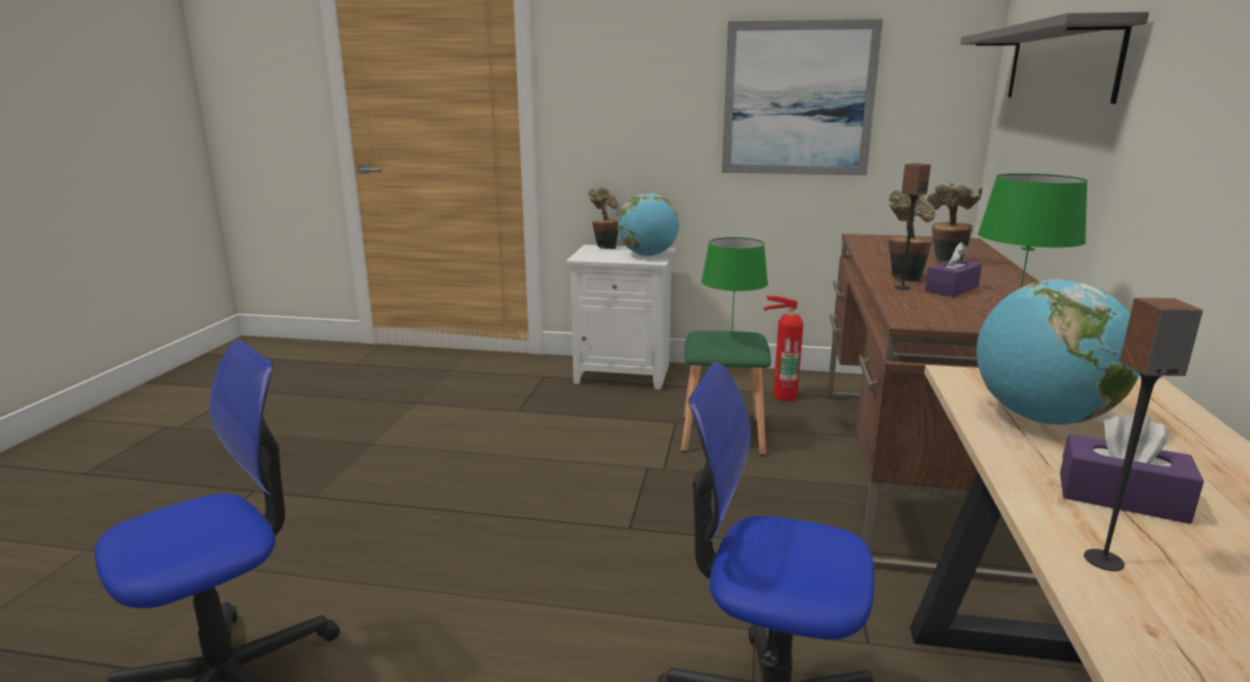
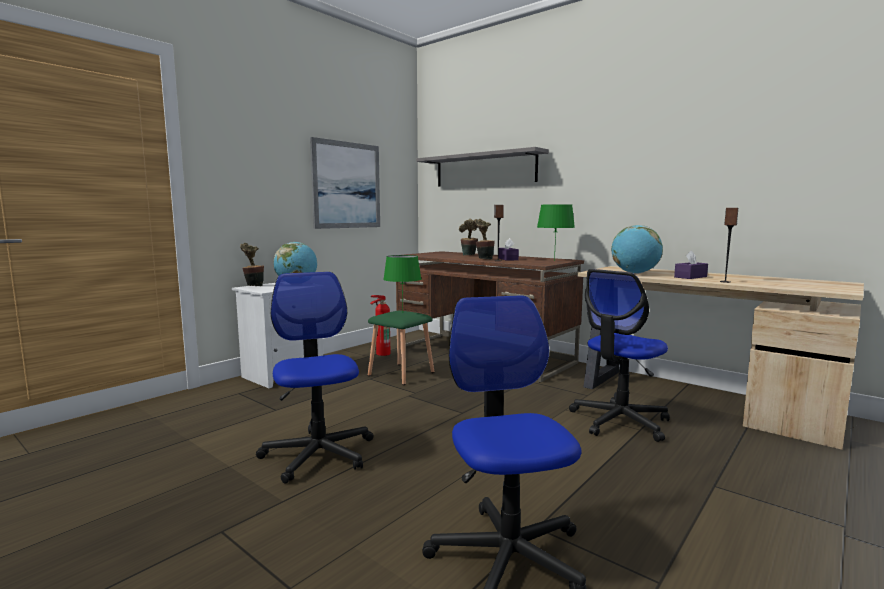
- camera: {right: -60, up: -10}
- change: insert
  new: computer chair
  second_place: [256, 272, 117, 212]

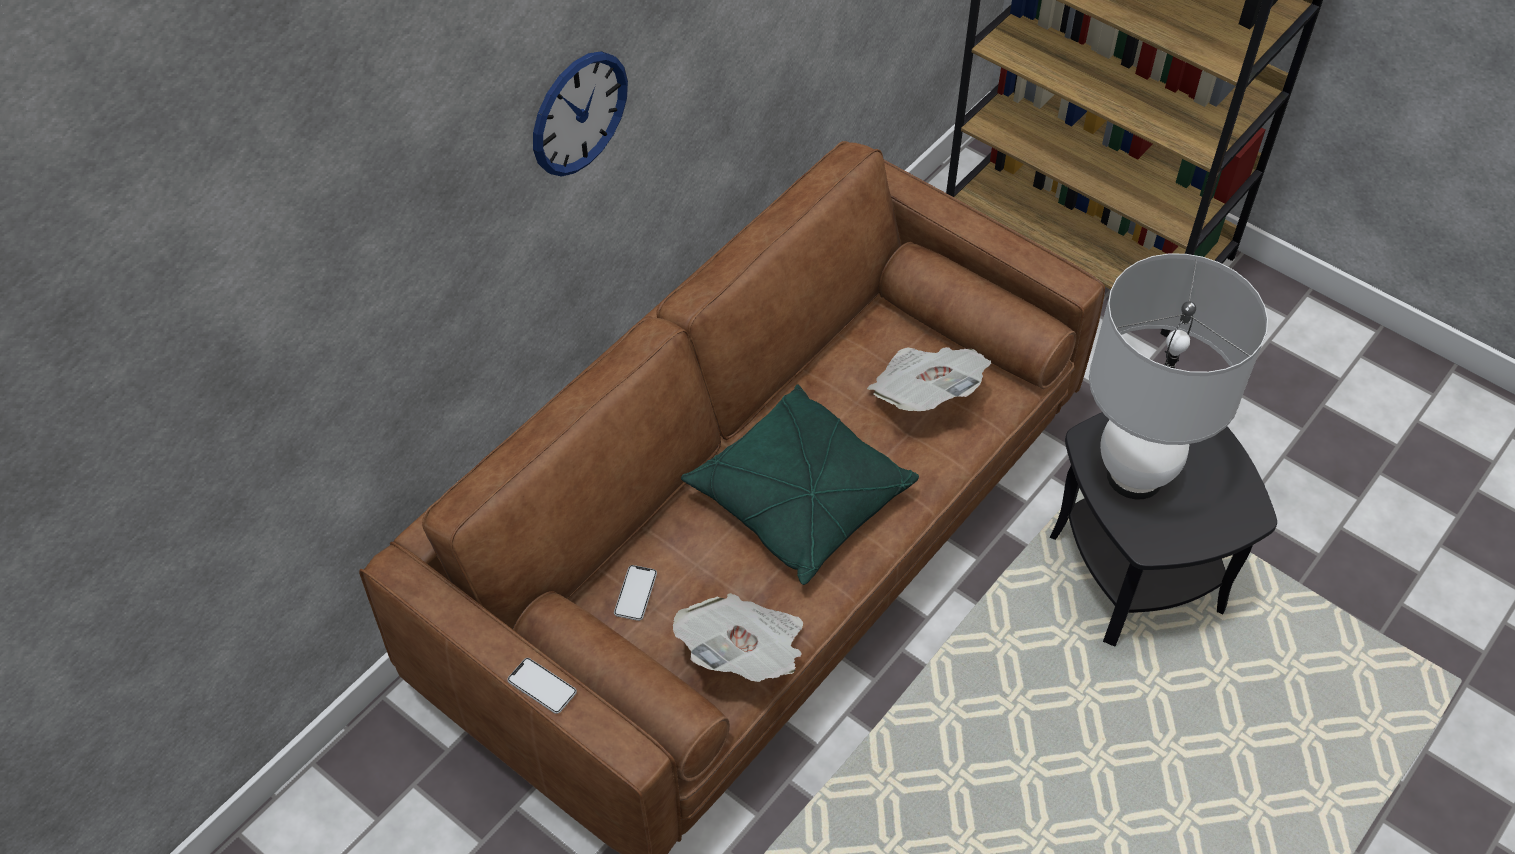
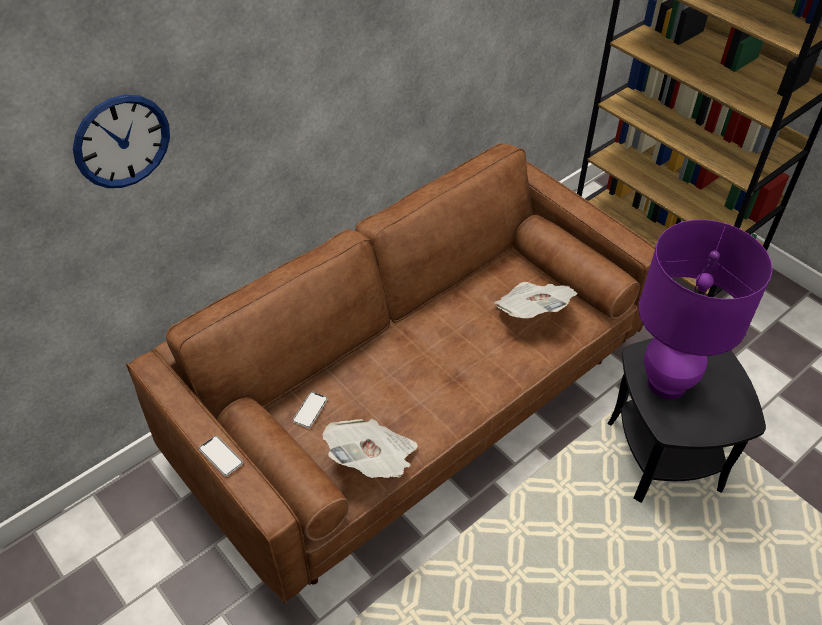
- camera: {right: 10, up: -5}
- change: move
  old: clock on the wall
  first_place: [533, 51, 95, 126]
  second_place: [73, 95, 97, 93]
- change: recolor
  old: white lamp for a table
  new: purple-coloured lamp for a table
  first_place: [1089, 254, 179, 246]
  second_place: [639, 220, 133, 179]
- change: delete
  old: green-coloured cushion
  first_place: [681, 384, 238, 201]

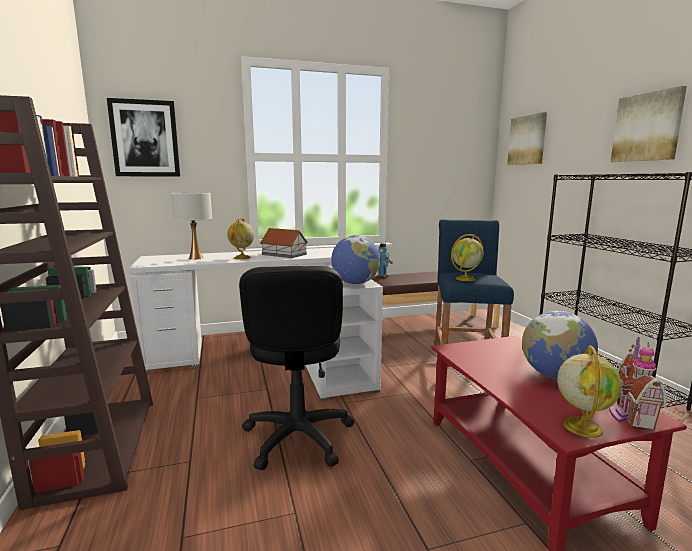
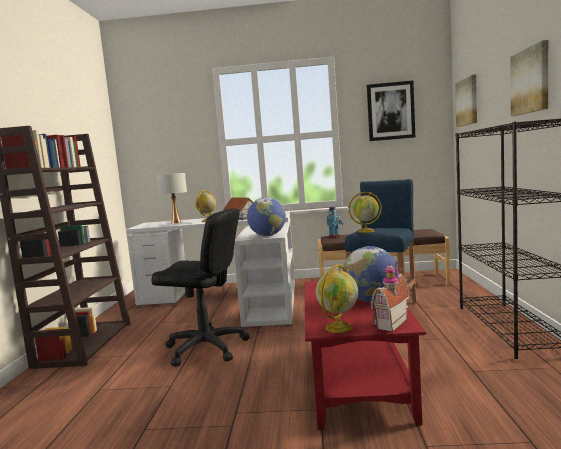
- camera: {right: 20, up: -5}
- change: rotate
  old: black-coloured computer chair
  first_place: [239, 266, 115, 204]
  second_place: [151, 208, 99, 159]
  degrees: -90
- change: move
  old: picture
  first_place: [107, 98, 73, 78]
  second_place: [367, 81, 48, 60]

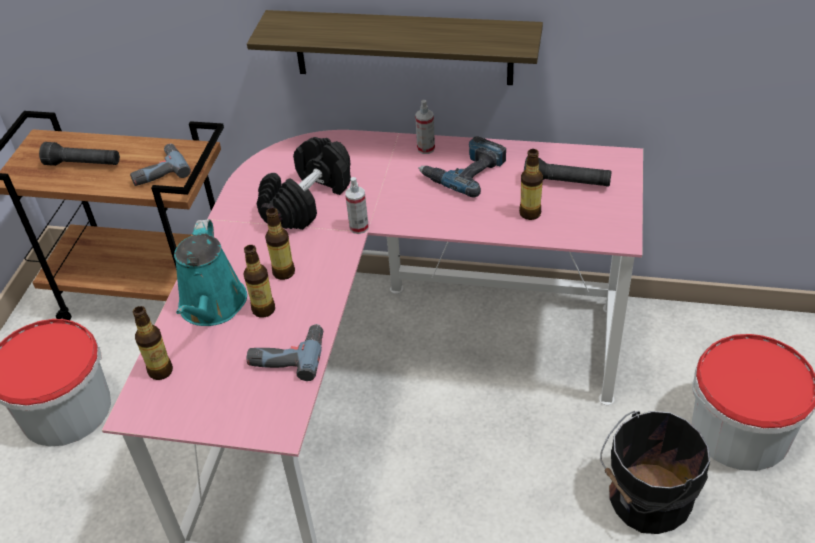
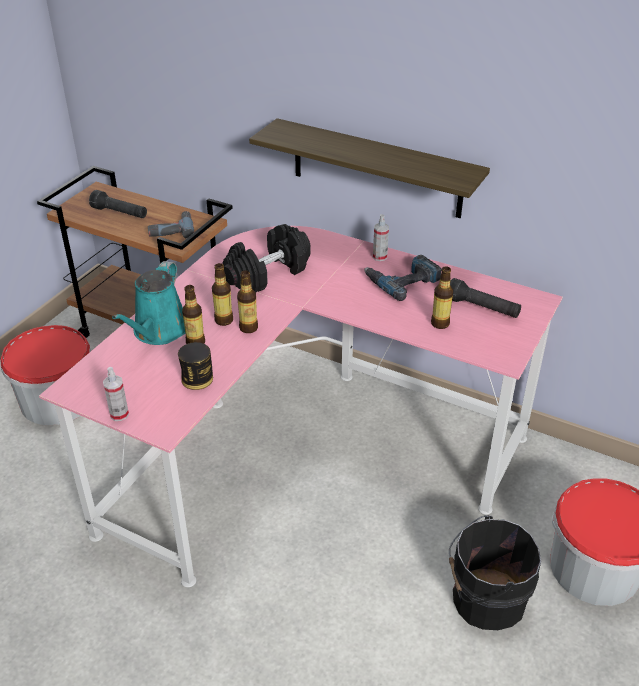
- camera: {right: 15, up: -5}
- change: move
  old: spray bottle
  first_place: [345, 177, 24, 57]
  second_place: [103, 367, 26, 54]
- change: replace
  old: power drill
  new: can
  first_place: [247, 324, 76, 57]
  second_place: [178, 342, 35, 48]
- change: move
  old: beverage bottle
  first_place: [133, 306, 40, 74]
  second_place: [237, 270, 21, 63]

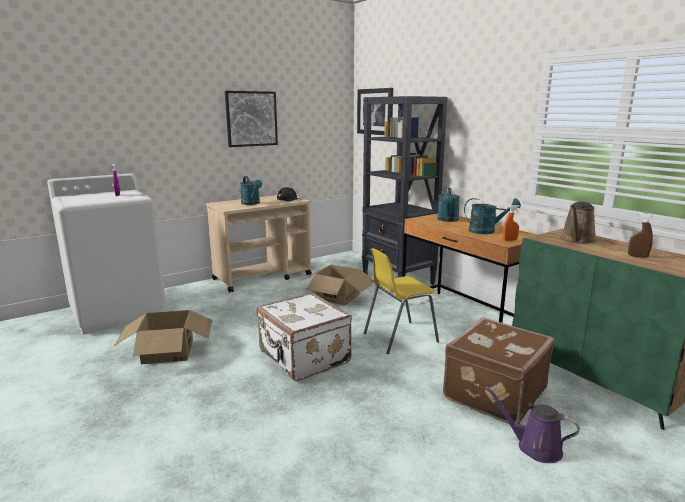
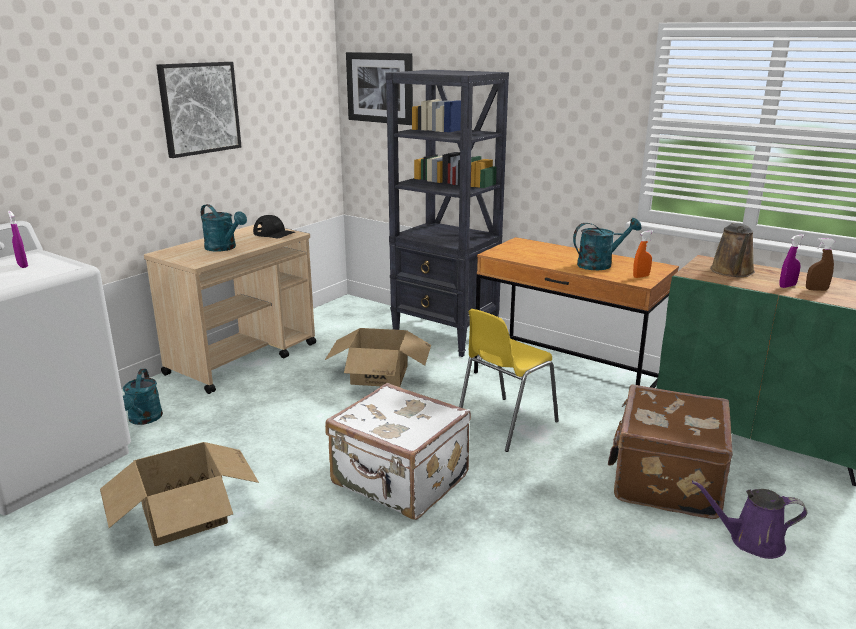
- camera: {right: -20, up: 5}
- change: move
  old: blue-green sprinkling can
  first_place: [437, 188, 23, 34]
  second_place: [123, 369, 40, 56]
- change: insert
  new: purple-coloured spray bottle
  second_place: [779, 235, 25, 53]

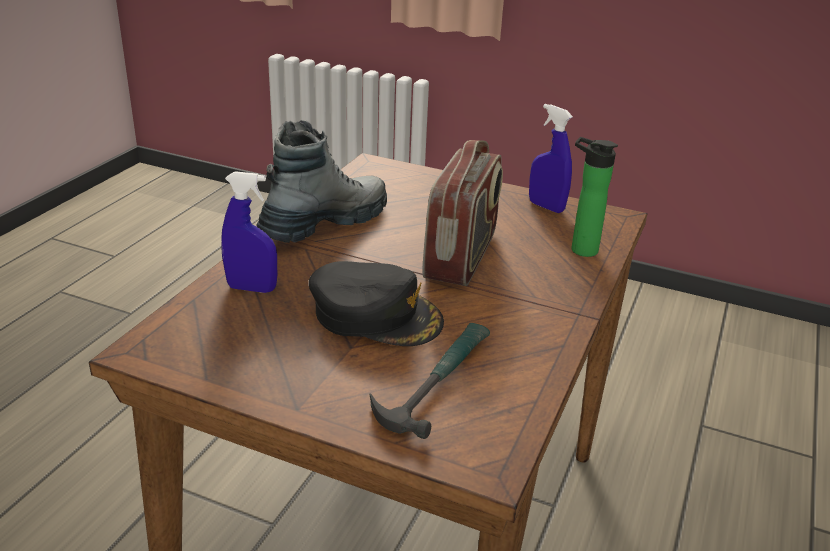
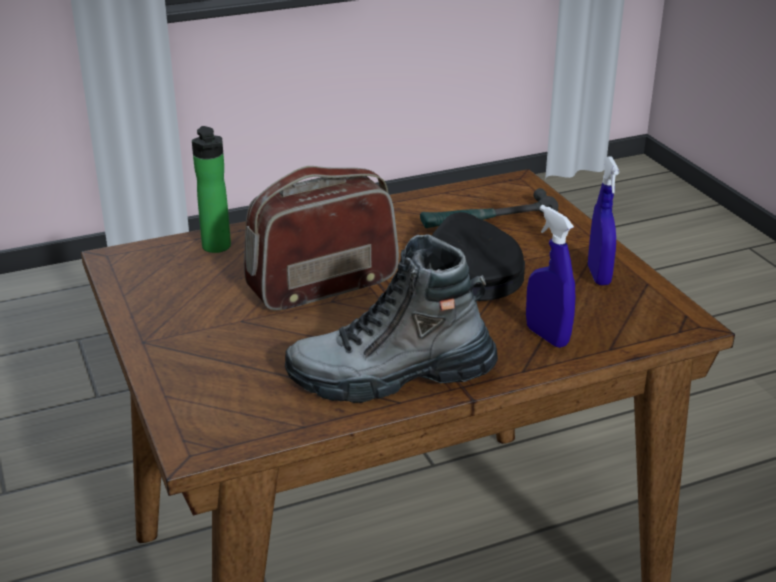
- camera: {right: -135, up: 0}
- change: move
  old: bluish spray bottle
  first_place: [529, 104, 44, 109]
  second_place: [588, 156, 31, 129]

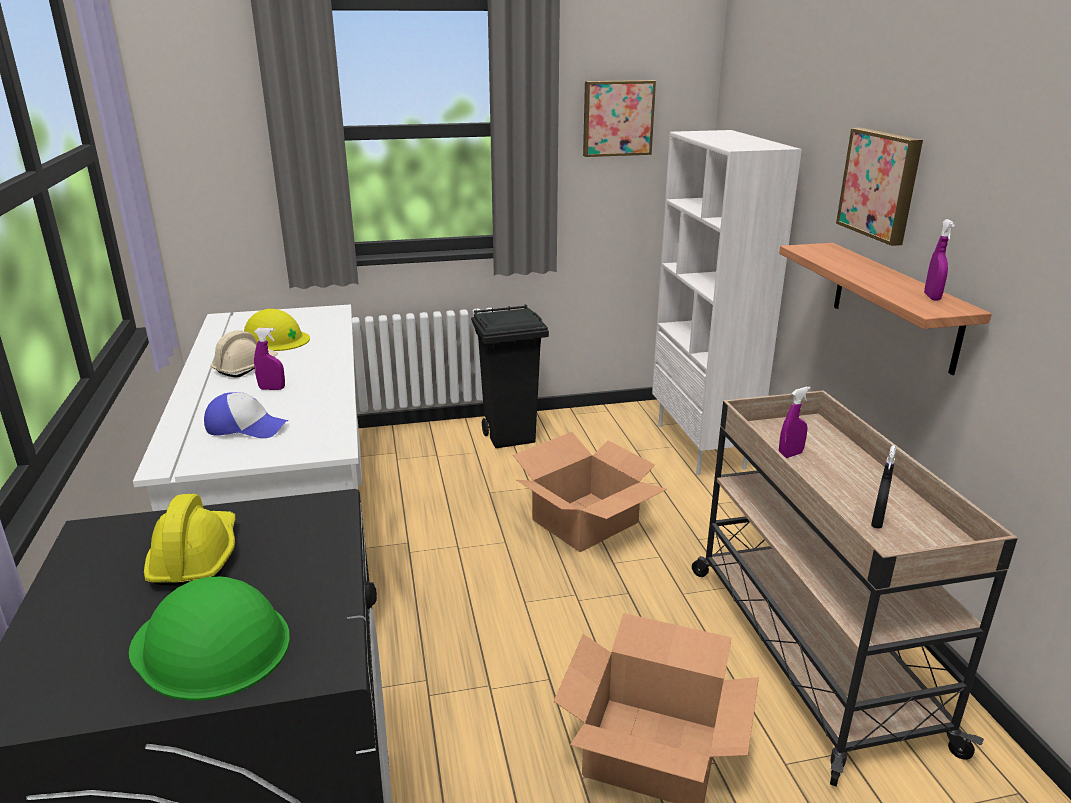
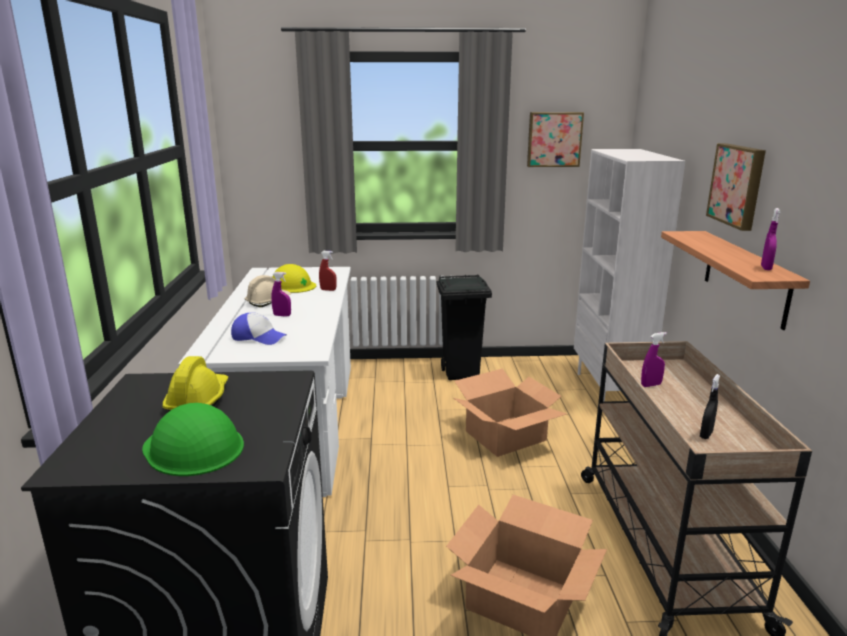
- camera: {right: 10, up: -5}
- change: insert
  new: reddish spray bottle
  second_place: [319, 251, 18, 40]

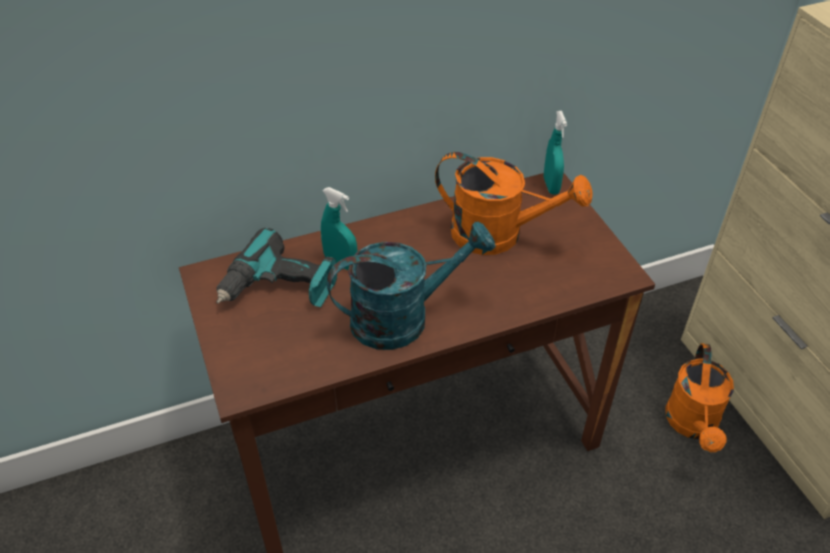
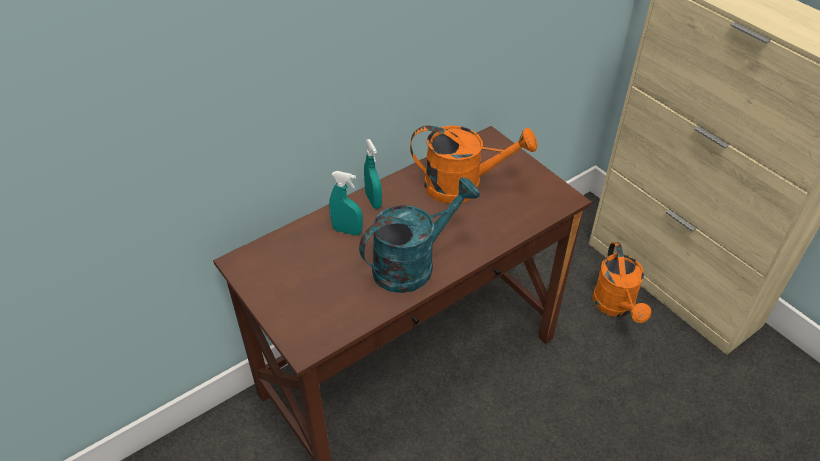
- camera: {right: -15, up: 0}
- change: move
  old: blue-green spray bottle
  first_place: [544, 111, 23, 83]
  second_place: [364, 139, 18, 70]
- change: delete
  old: power drill
  first_place: [216, 228, 121, 79]

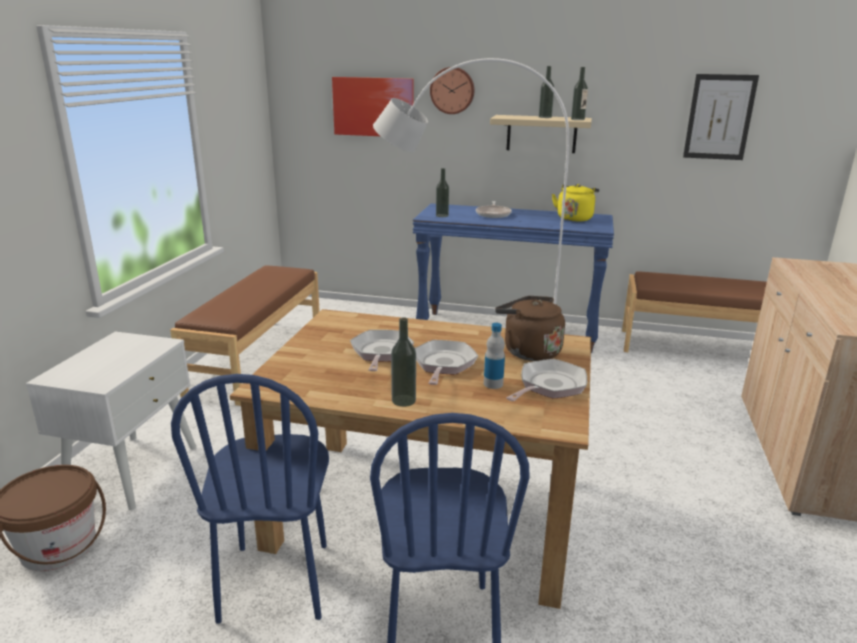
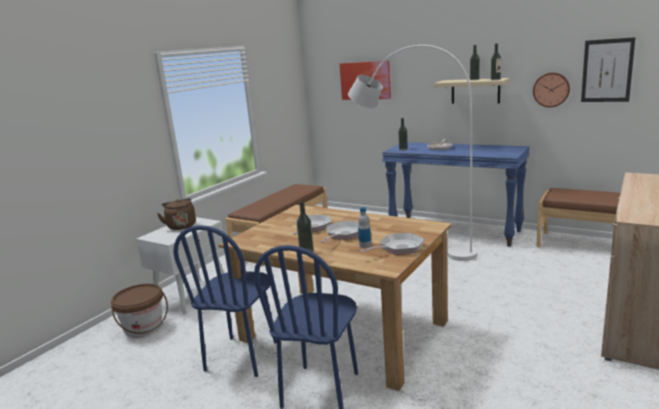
- camera: {right: 20, up: -5}
- change: move
  old: brown-coloured kettle
  first_place: [495, 296, 70, 65]
  second_place: [157, 198, 39, 32]
- change: move
  old: clock on the wall
  first_place: [430, 67, 45, 47]
  second_place: [533, 72, 37, 36]
- change: delete
  old: yellow kettle
  first_place: [552, 184, 47, 38]

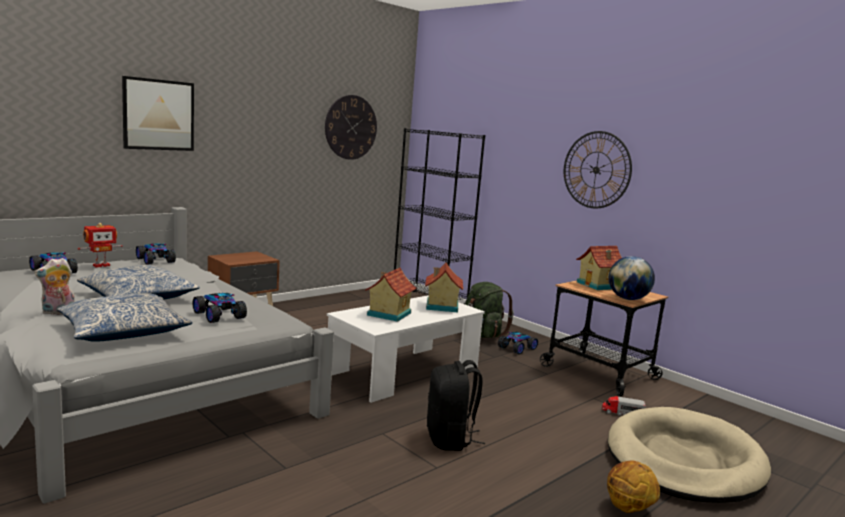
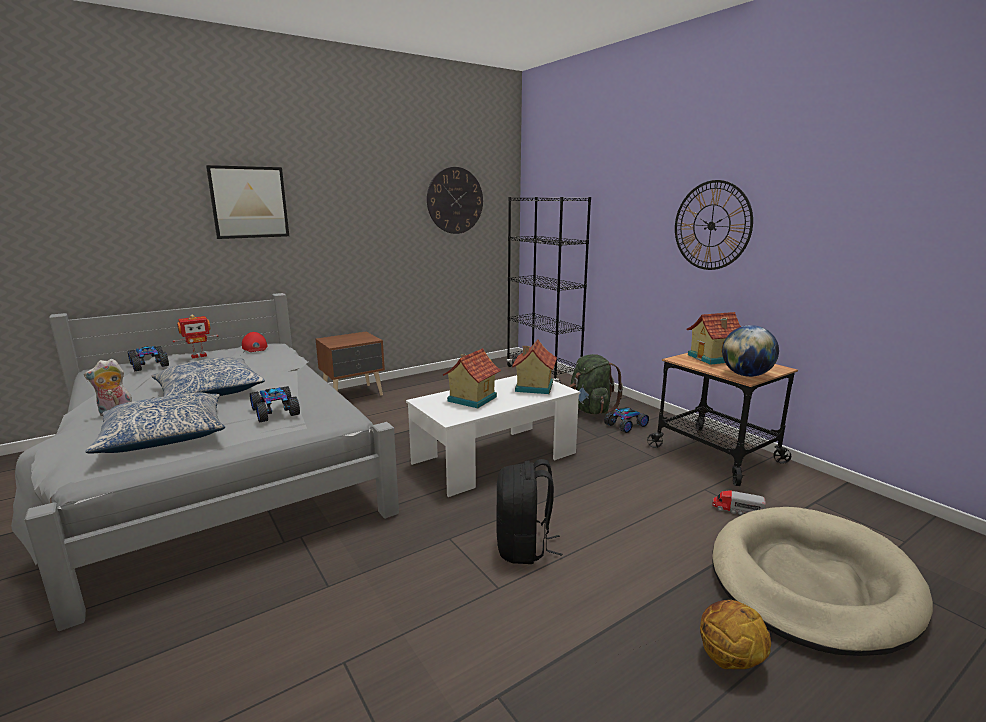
- camera: {right: 10, up: 5}
- change: replace
  old: toy car
  new: reddish baseball cap
  first_place: [136, 243, 40, 22]
  second_place: [242, 332, 26, 20]

